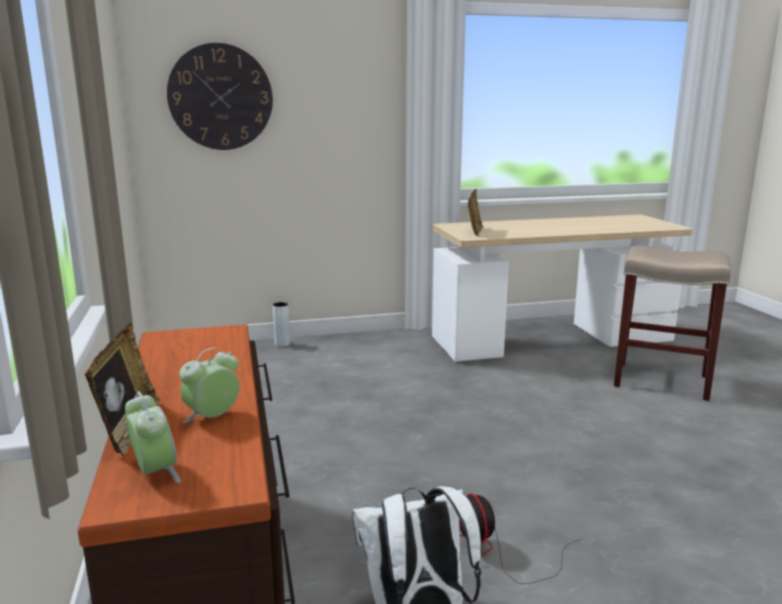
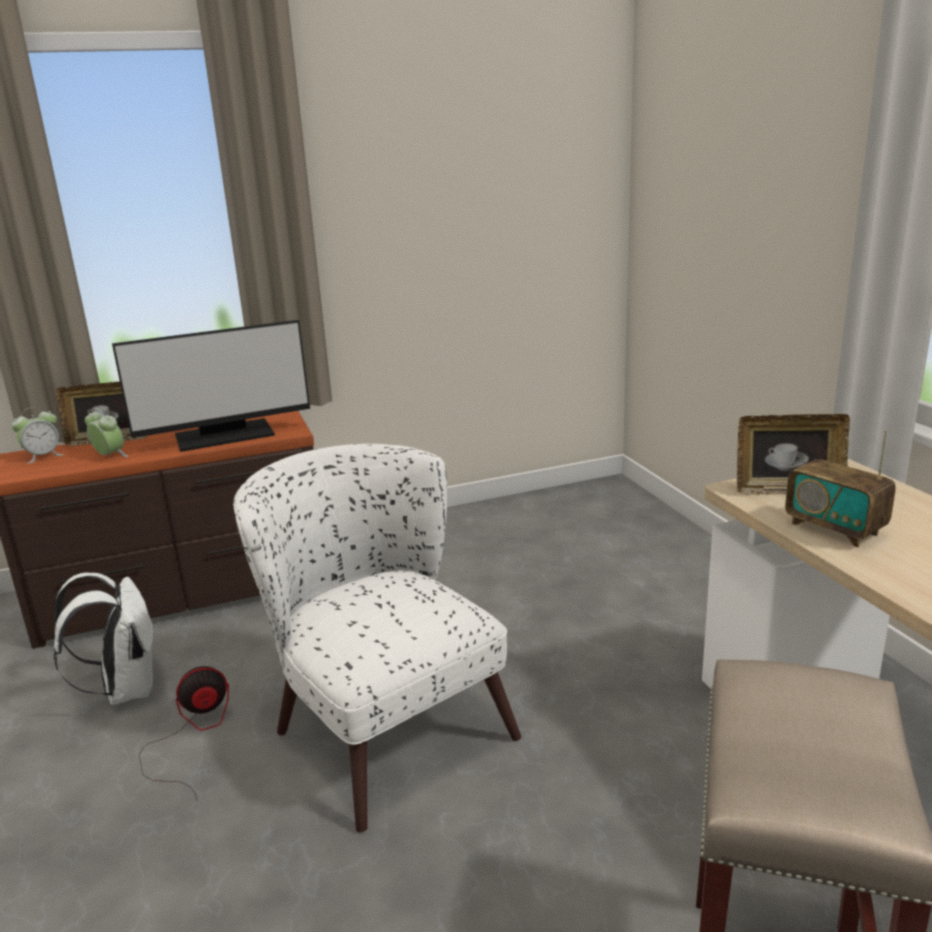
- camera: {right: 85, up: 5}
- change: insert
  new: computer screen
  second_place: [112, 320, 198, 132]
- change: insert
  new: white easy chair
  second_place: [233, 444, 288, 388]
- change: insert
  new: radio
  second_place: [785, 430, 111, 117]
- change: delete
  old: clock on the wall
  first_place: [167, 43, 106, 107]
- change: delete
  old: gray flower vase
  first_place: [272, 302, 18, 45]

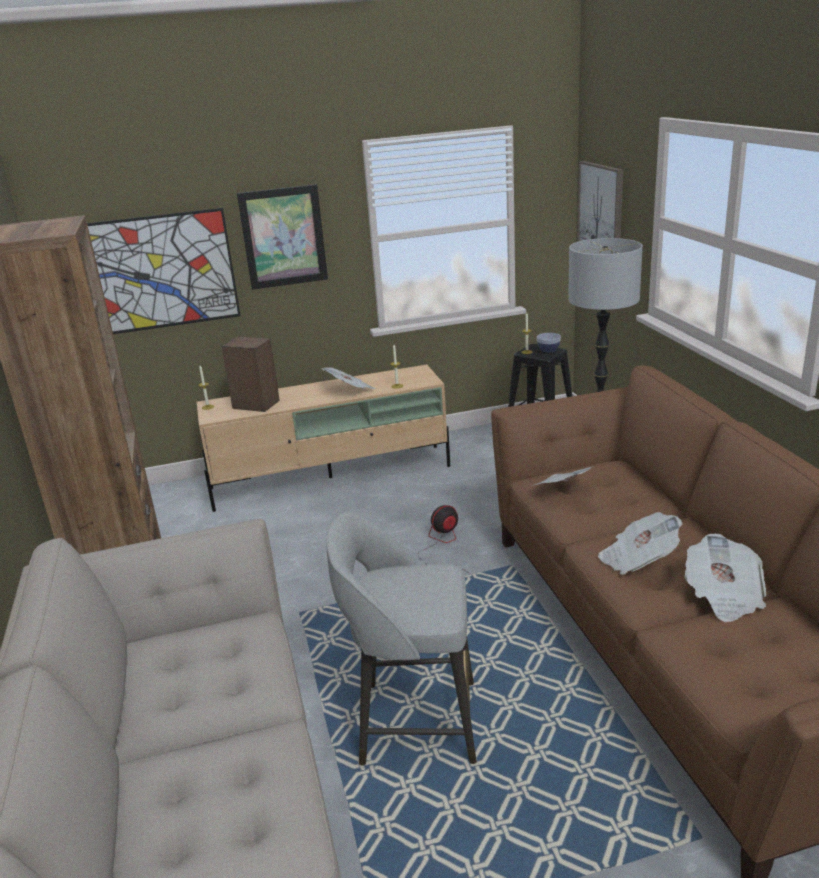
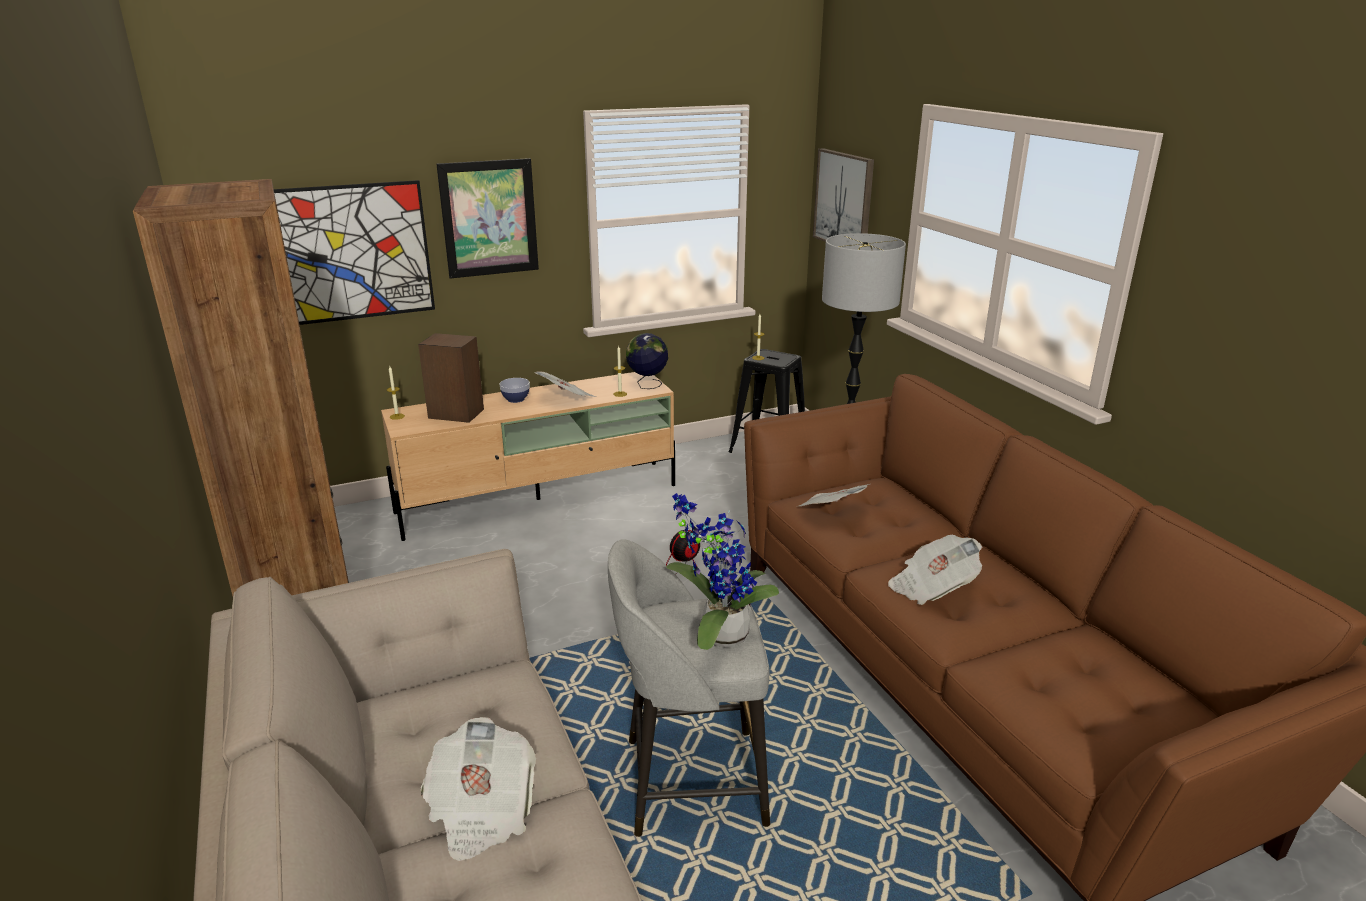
- camera: {right: -10, up: 0}
- change: move
  old: printed paper
  first_place: [685, 533, 81, 89]
  second_place: [421, 717, 115, 144]
- change: move
  old: bowl
  first_place: [537, 333, 24, 19]
  second_place: [499, 378, 31, 25]
- change: insert
  new: desk globe
  second_place: [626, 333, 42, 56]
- change: insert
  new: potted plant
  second_place: [666, 493, 113, 157]

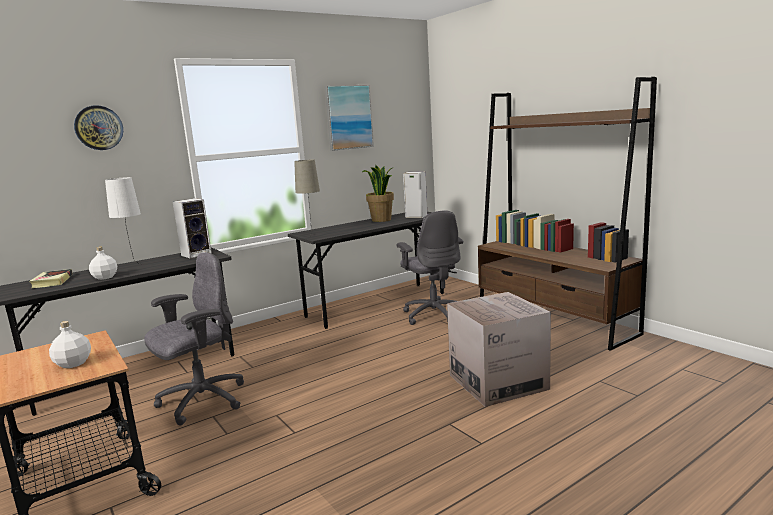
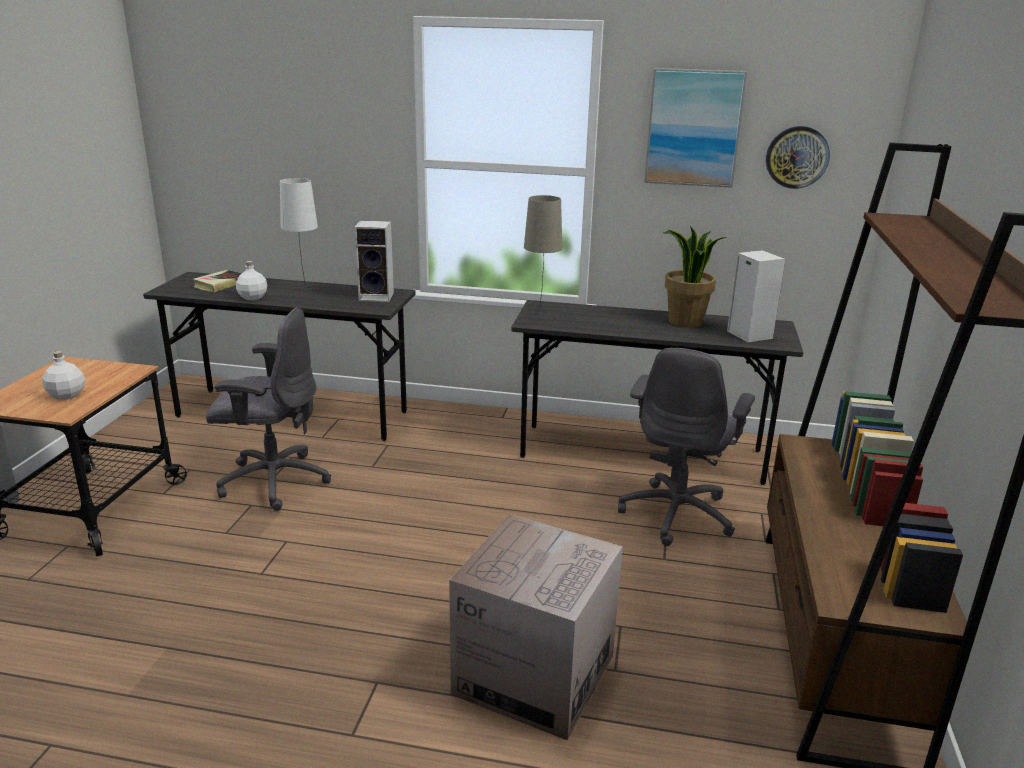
- camera: {right: 45, up: 10}
- change: move
  old: clock on the wall
  first_place: [74, 105, 49, 45]
  second_place: [766, 126, 64, 63]

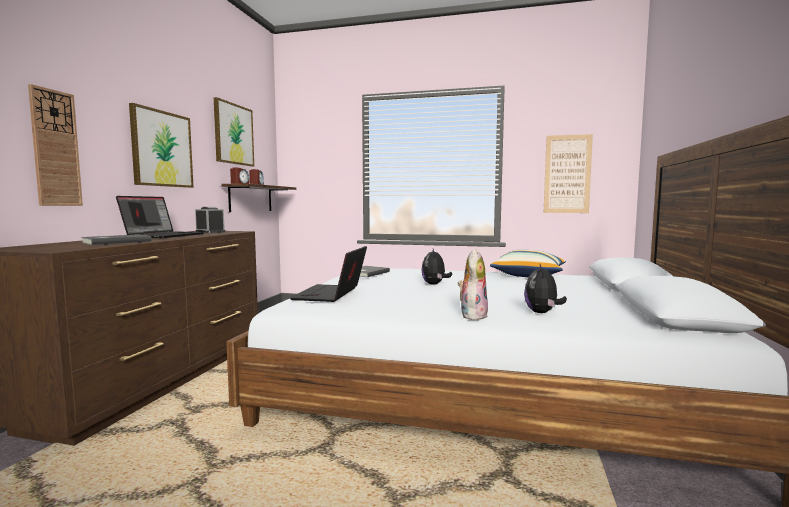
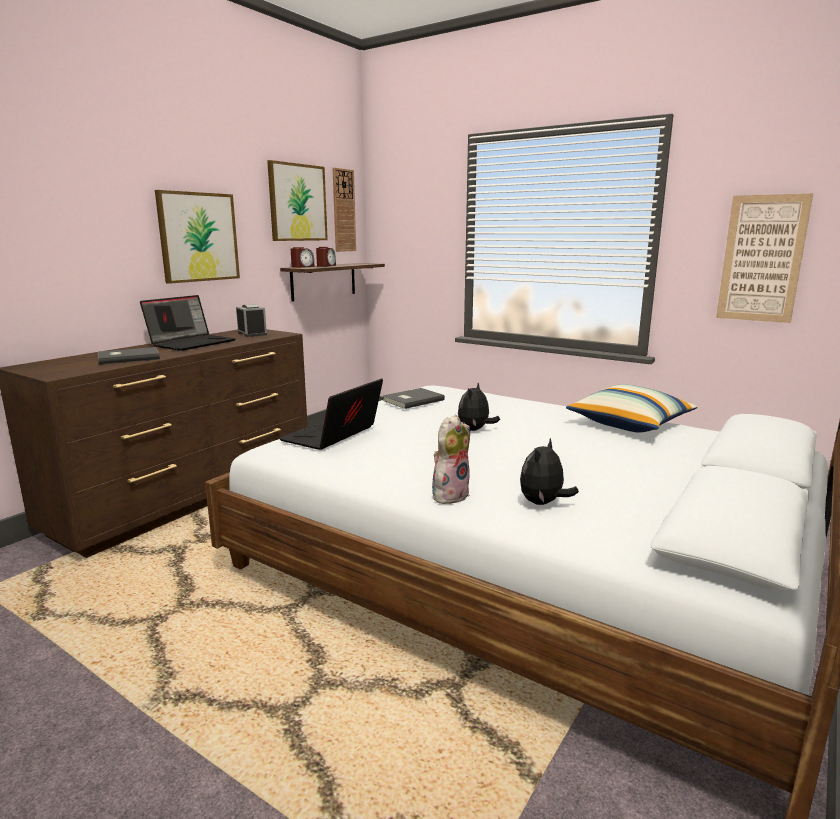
- camera: {right: 20, up: 10}
- change: move
  old: clock on the wall
  first_place: [28, 84, 55, 122]
  second_place: [332, 168, 24, 84]

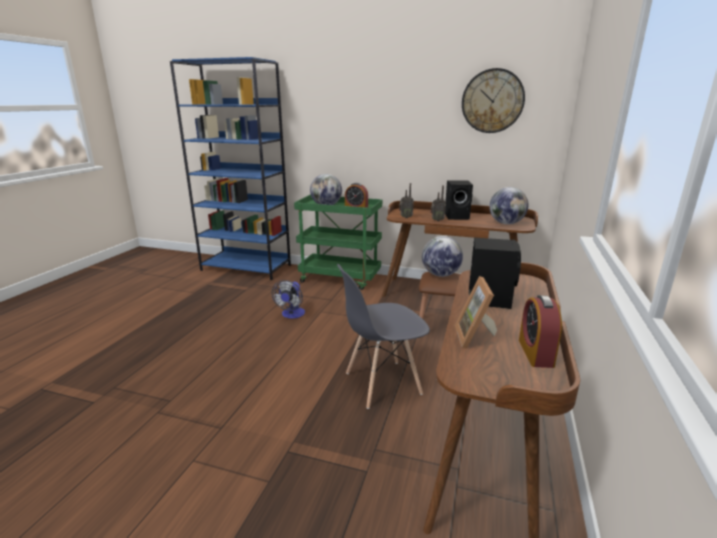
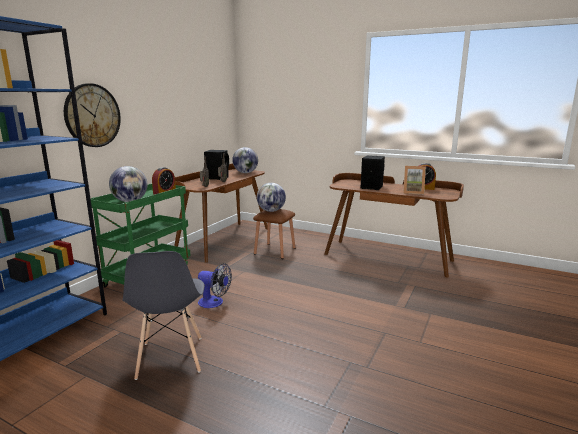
- camera: {right: -80, up: -5}
- change: move
  old: clock on the wall
  first_place: [462, 68, 63, 65]
  second_place: [64, 83, 57, 64]
- change: move
  old: gray plain chair
  first_place: [337, 264, 93, 145]
  second_place: [123, 251, 81, 129]

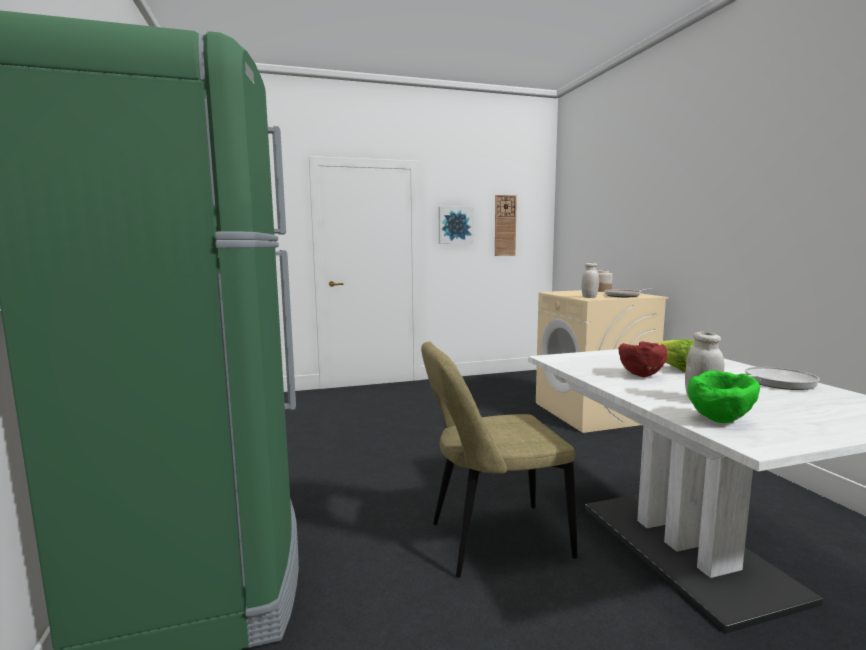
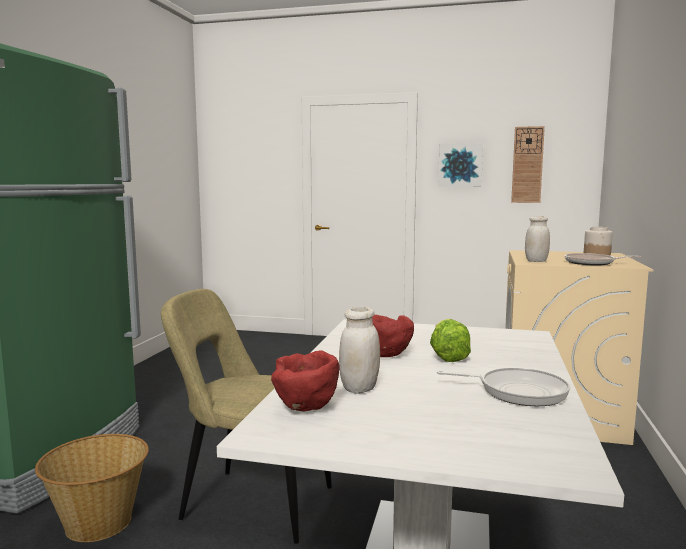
- camera: {right: 30, up: 0}
- change: insert
  new: household basket
  second_place: [35, 434, 114, 108]
- change: recolor
  old: green-coloured bowl
  new: reddish bowl
  first_place: [688, 370, 72, 53]
  second_place: [271, 350, 69, 62]

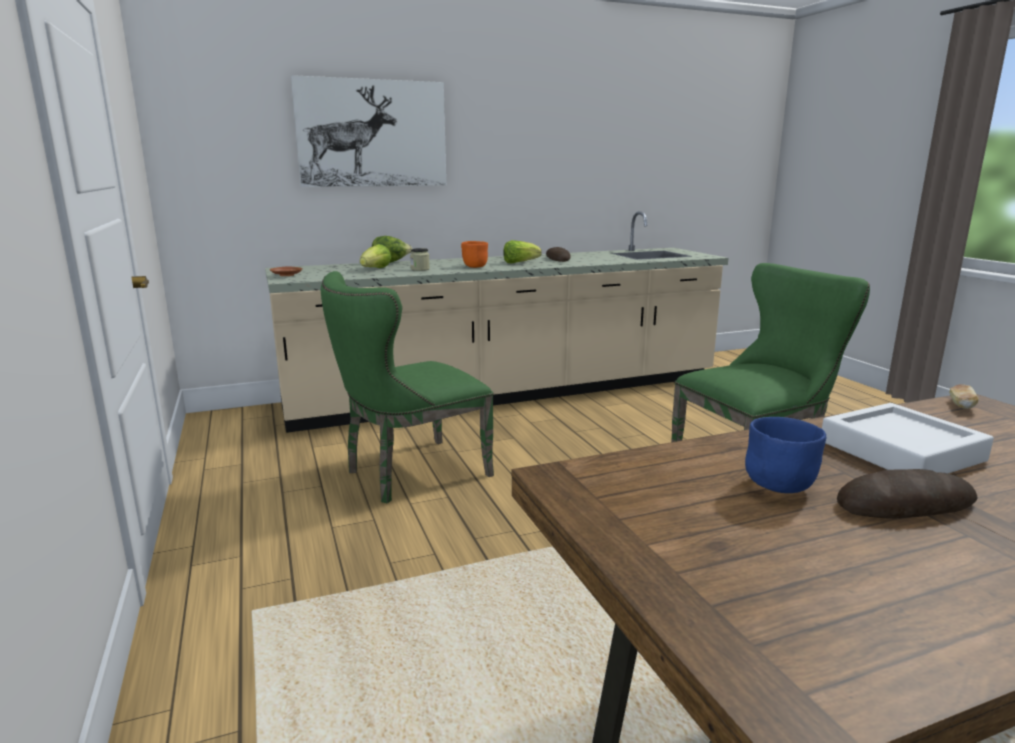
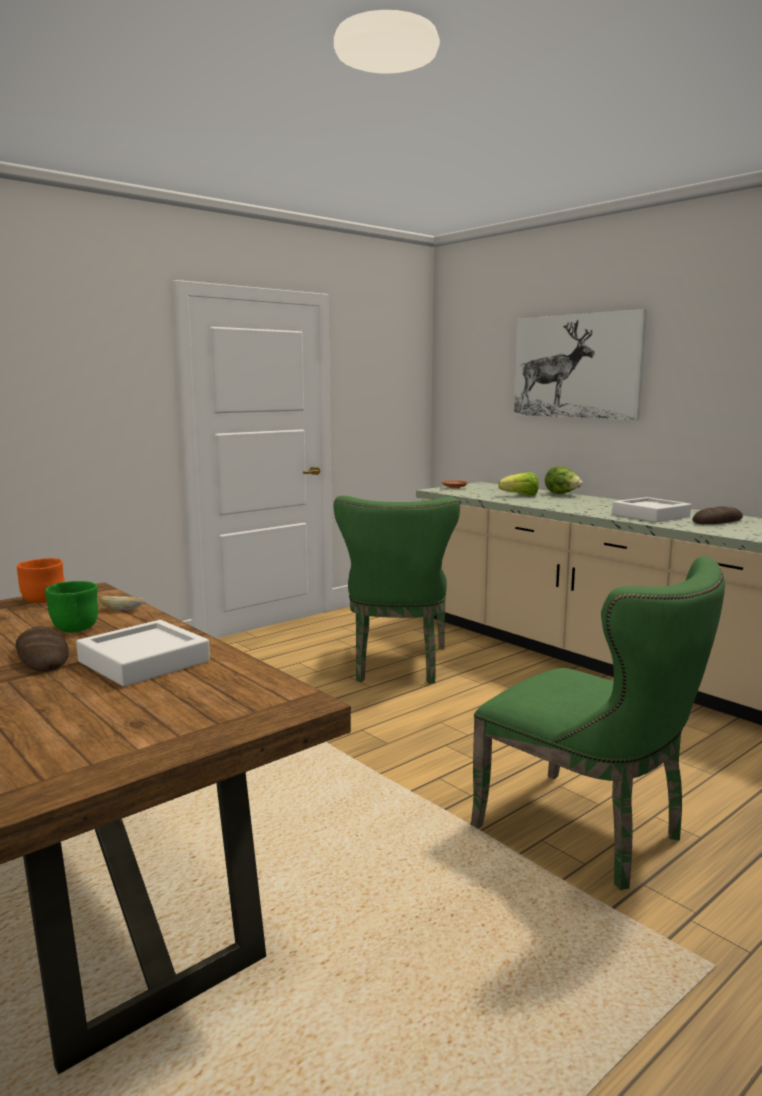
- camera: {right: 70, up: -5}
- change: move
  old: orange-coloured bowl
  first_place: [461, 241, 27, 27]
  second_place: [17, 558, 48, 45]
- change: recolor
  old: bluish bowl
  new: green-coloured bowl
  first_place: [745, 417, 81, 76]
  second_place: [45, 581, 53, 51]
- change: move
  old: bakery bread
  first_place: [949, 384, 30, 25]
  second_place: [98, 596, 45, 14]
- change: rotate
  old: green-coloured plain chair
  first_place: [321, 271, 173, 232]
  second_place: [334, 496, 126, 188]
  degrees: -120
- change: replace
  old: lettuce
  new: white carrying tray
  first_place: [503, 240, 39, 23]
  second_place: [612, 497, 79, 25]
- change: delete
  old: jar
  first_place: [410, 248, 20, 23]

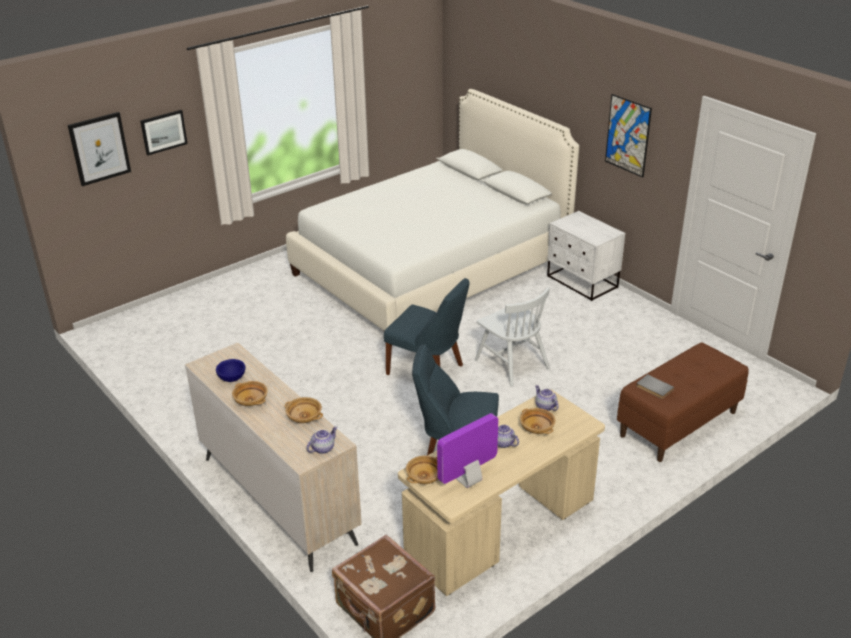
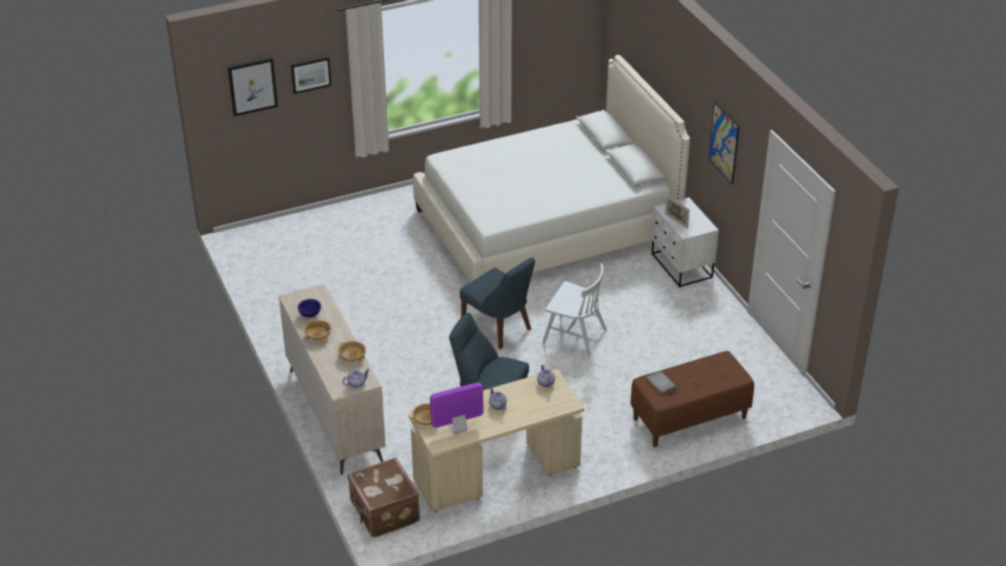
- camera: {right: 15, up: 5}
- change: rotate
  old: white plain chair
  first_place: [475, 287, 75, 100]
  second_place: [542, 263, 65, 94]
  degrees: -45
- change: insert
  new: photo frame
  second_place: [665, 196, 25, 33]
- change: delete
  old: sand-coloured bowl
  first_place: [520, 408, 36, 26]

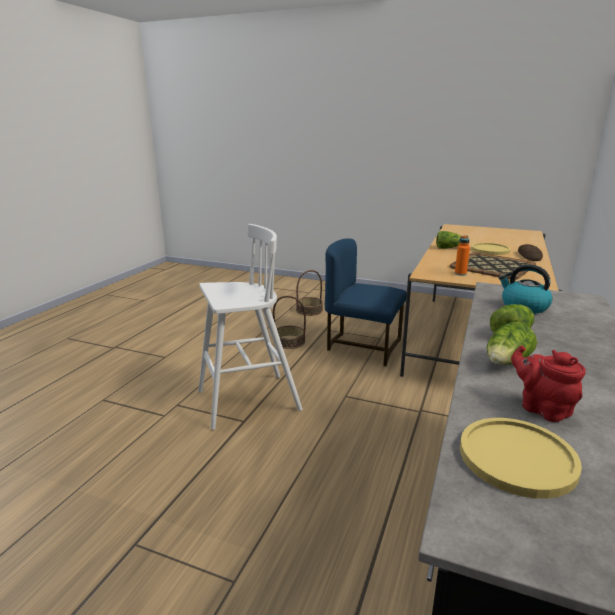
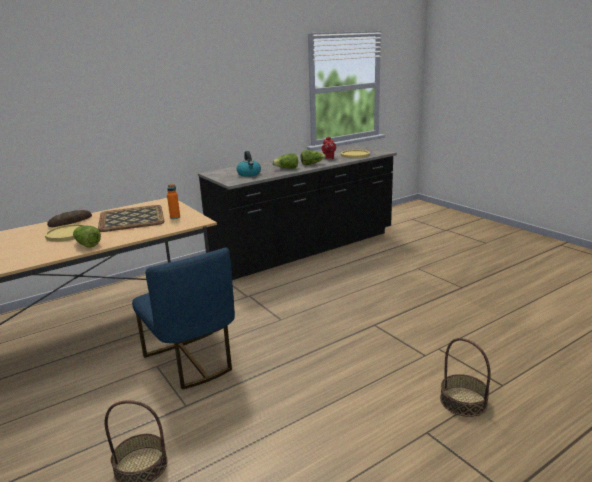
- camera: {right: -145, up: 0}
- change: move
  old: household basket
  first_place: [273, 296, 33, 53]
  second_place: [440, 338, 51, 79]
- change: delete
  old: white sitting stool
  first_place: [198, 224, 104, 206]

